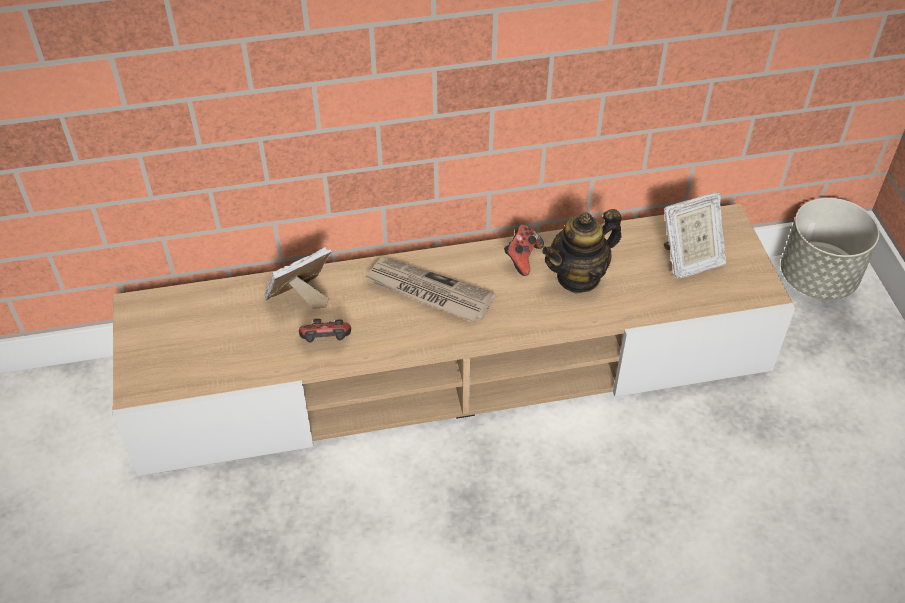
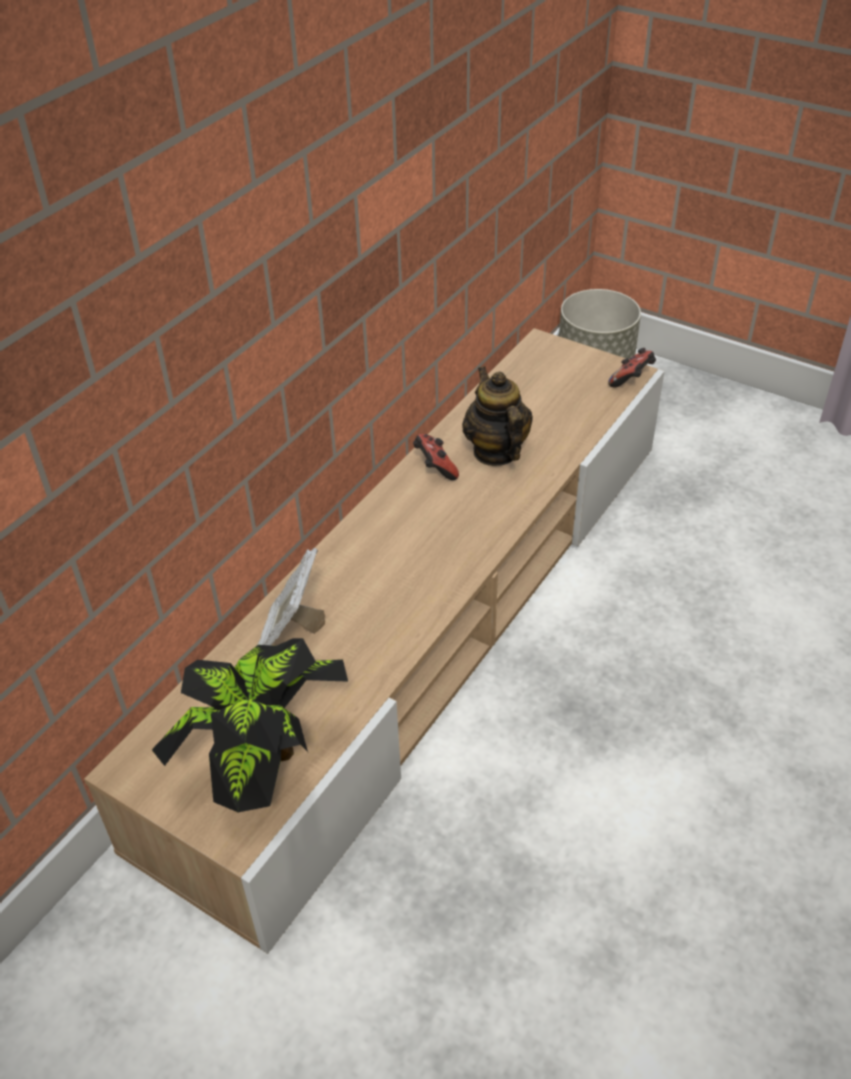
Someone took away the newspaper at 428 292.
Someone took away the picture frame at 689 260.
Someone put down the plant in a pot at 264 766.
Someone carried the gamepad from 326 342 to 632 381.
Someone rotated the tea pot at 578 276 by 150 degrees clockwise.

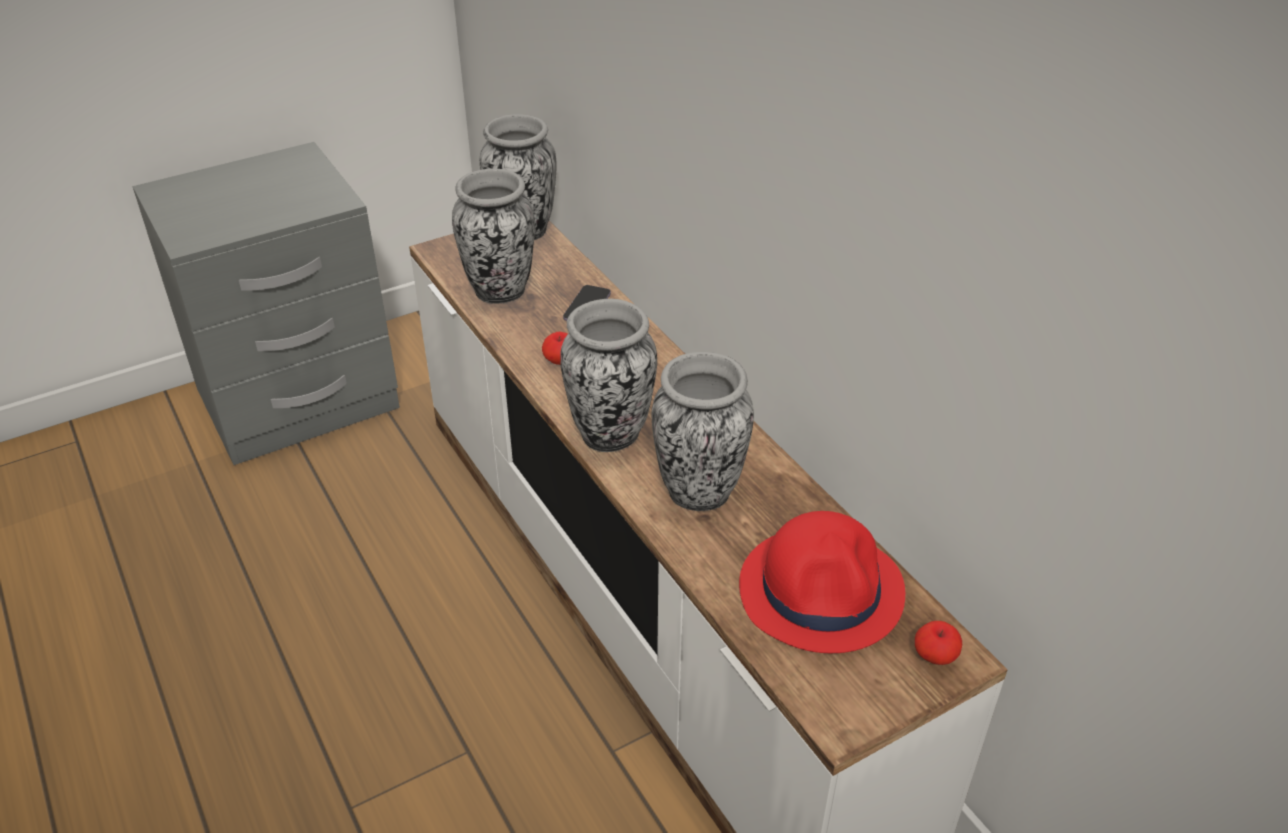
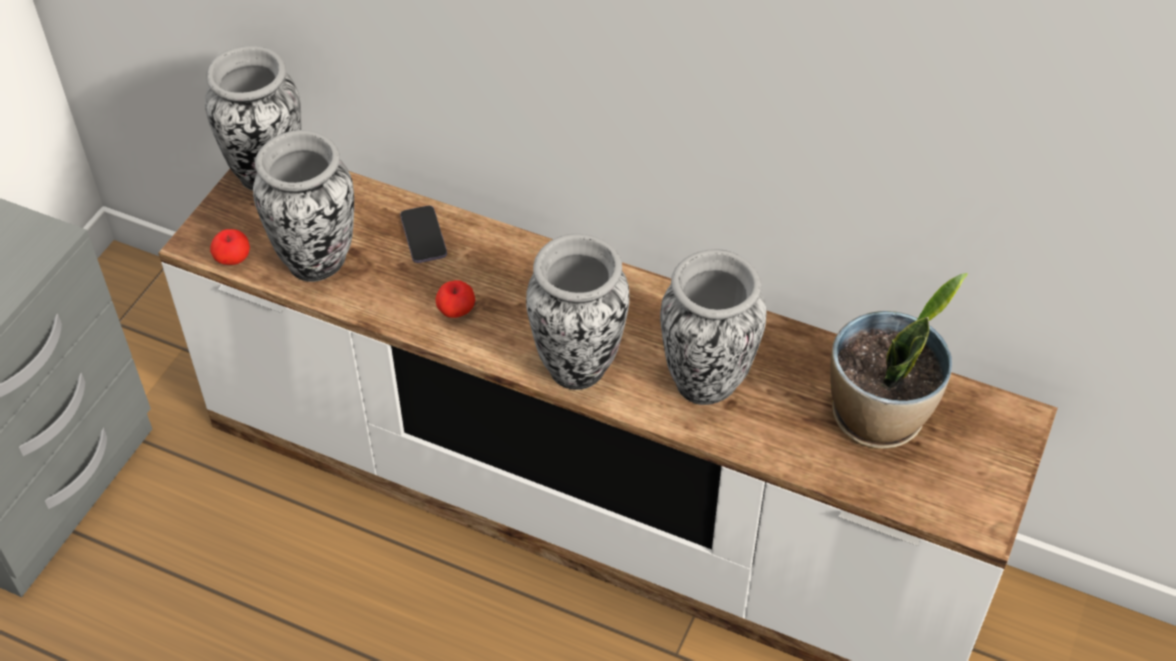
Someone carried the apple from 934 657 to 233 260.
Someone swapped the wearable hat (red) at 822 590 for the plant in a pot at 878 418.

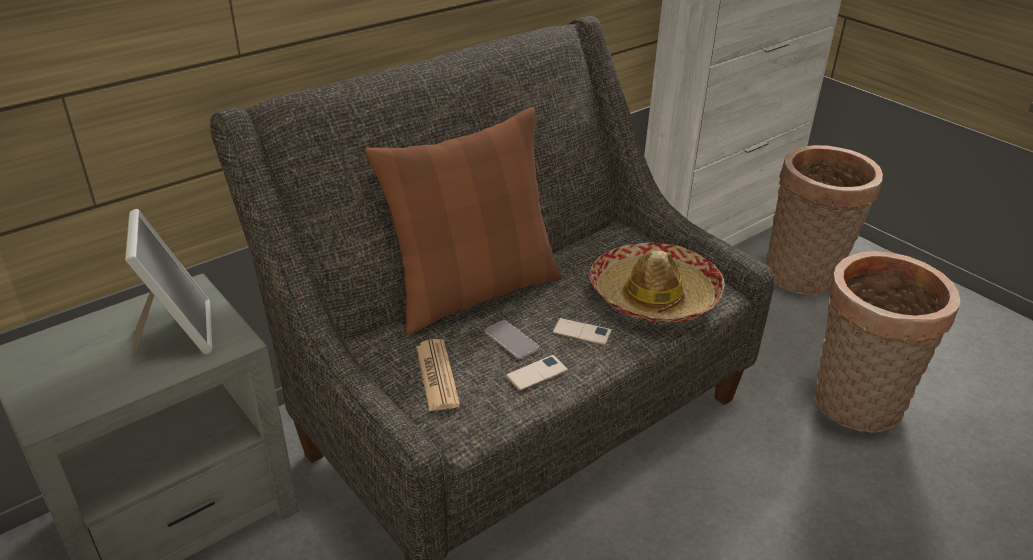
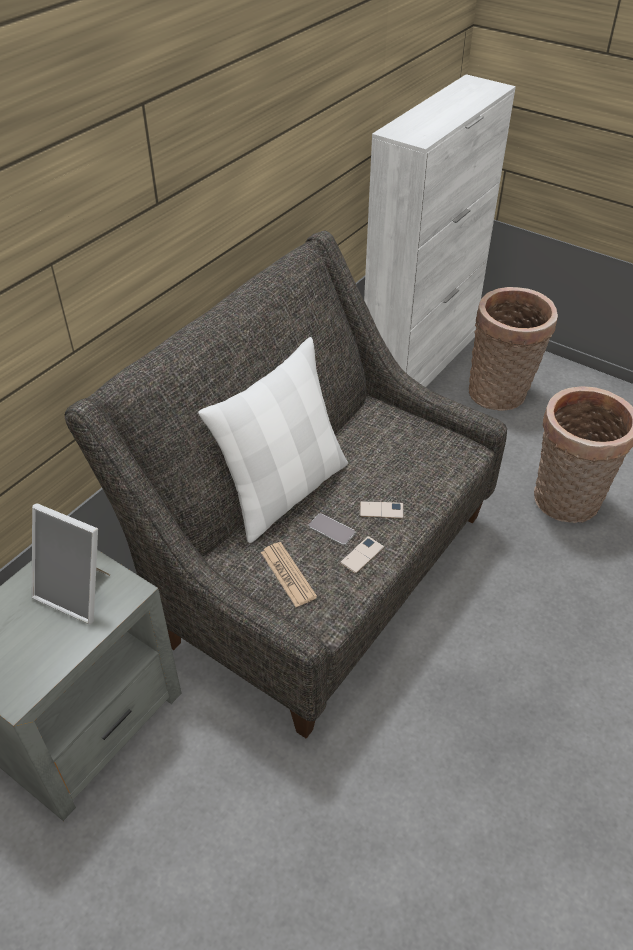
Someone took away the wearable hat at 654 296.
Someone repainted the throw pillow (brown-coloured) at 474 292, which became the throw pillow (white-coloured) at 284 491.
Someone rotated the picture frame at 177 332 by 150 degrees clockwise.

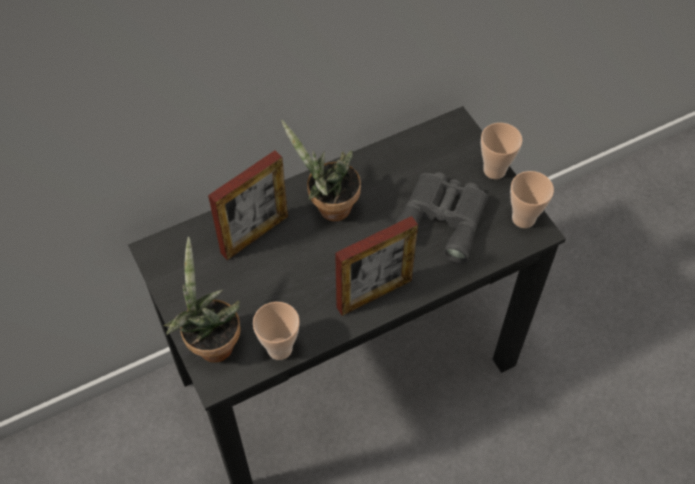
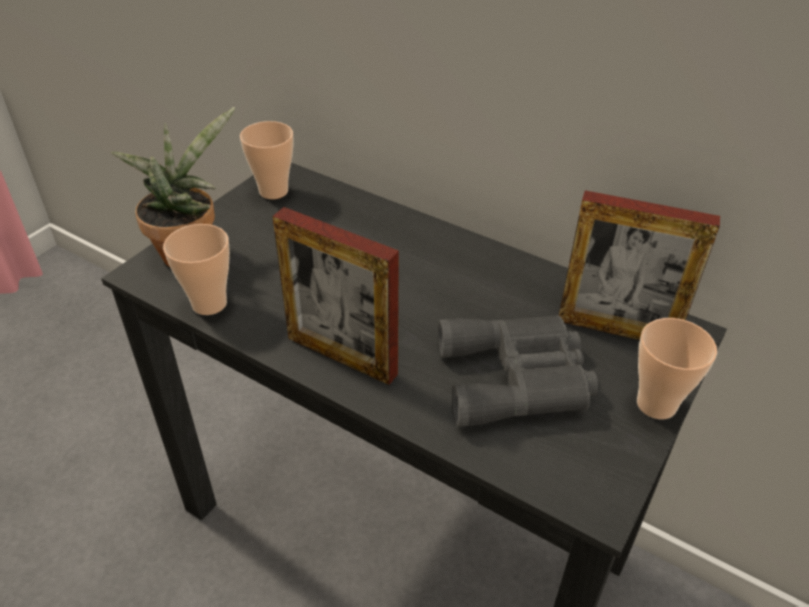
Someone took away the plant in a pot at 329 208.
Someone carried the picture frame from 254 234 to 616 329.
Someone carried the drinking cup from 523 218 to 273 191.

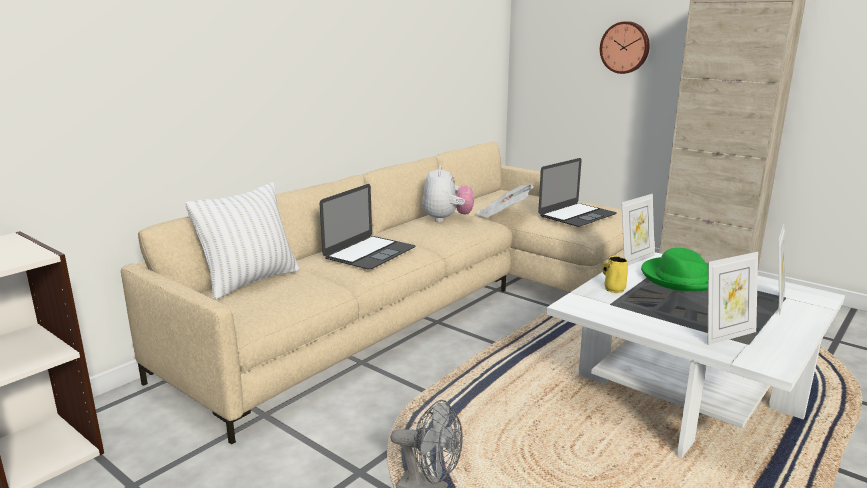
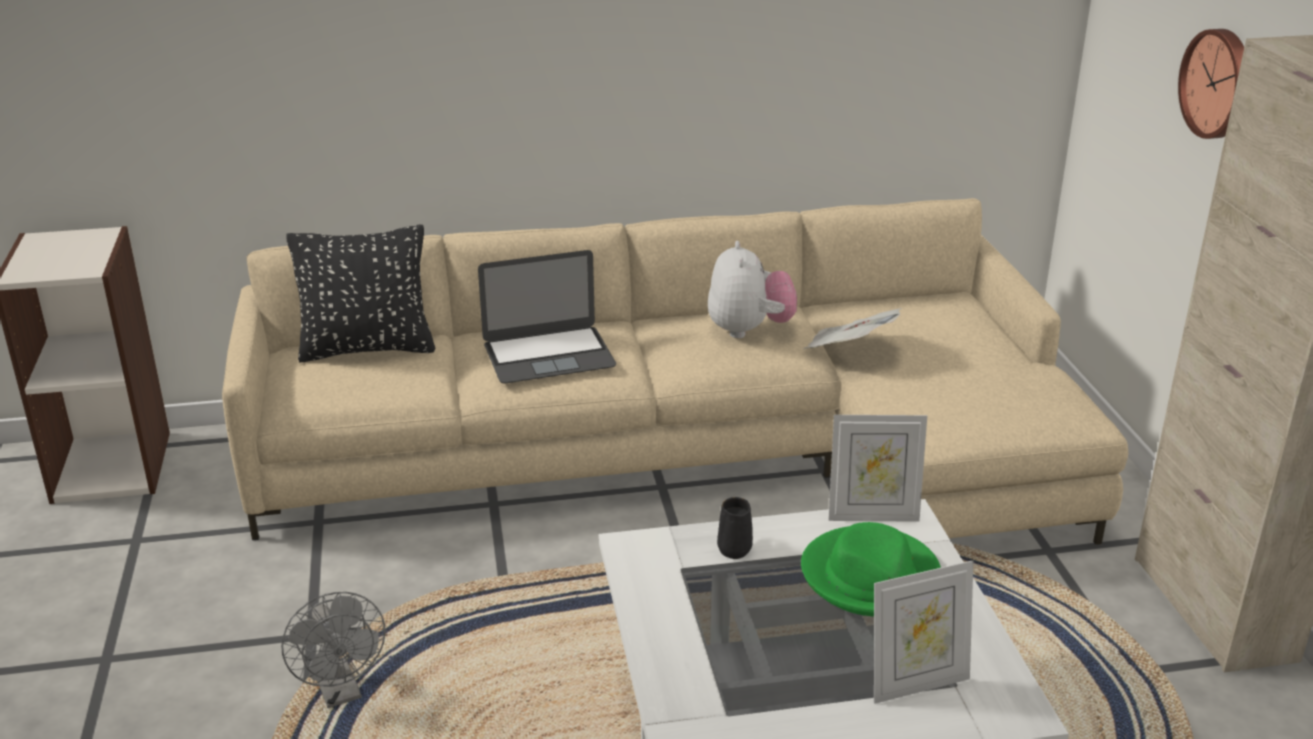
Someone took away the portable computer at 577 215.
Someone took away the picture frame at 726 335.
Someone repainted the throw pillow (white-coloured) at 250 281, which became the throw pillow (blackish) at 368 349.
Someone repainted the tea mug (yellowish) at 613 289, which became the tea mug (blackish) at 734 548.
Someone rotated the cuddly toy at 447 219 by 45 degrees counterclockwise.

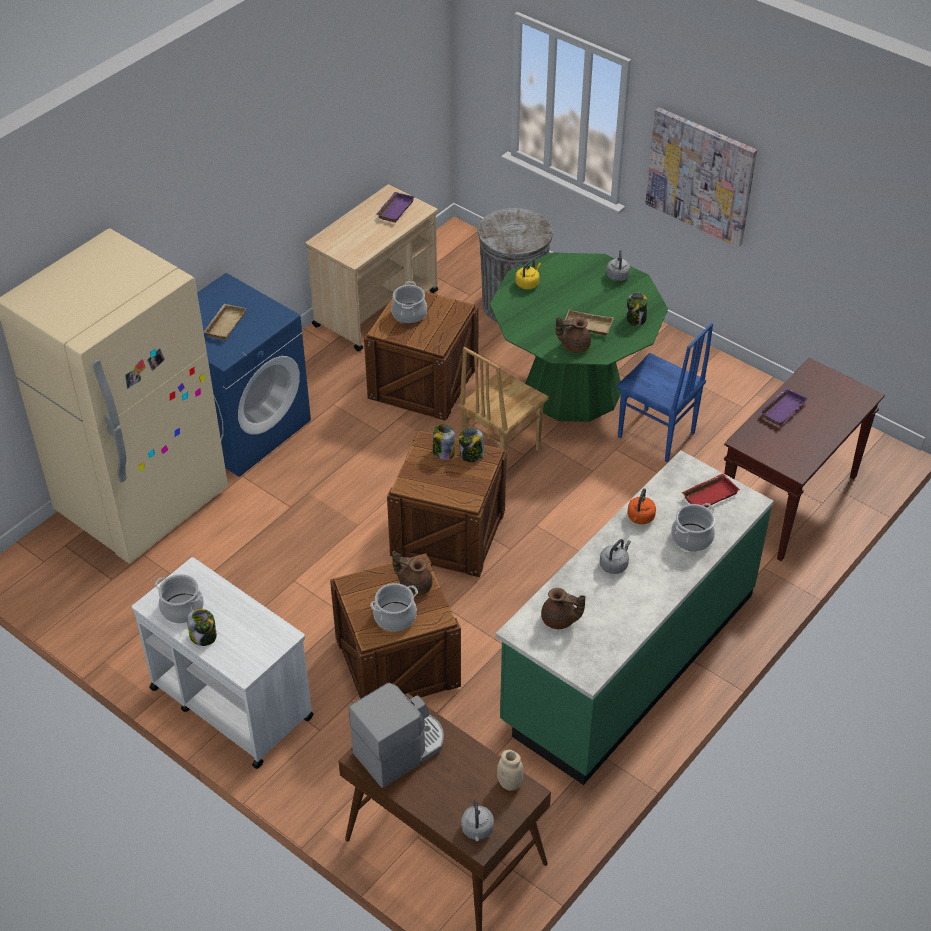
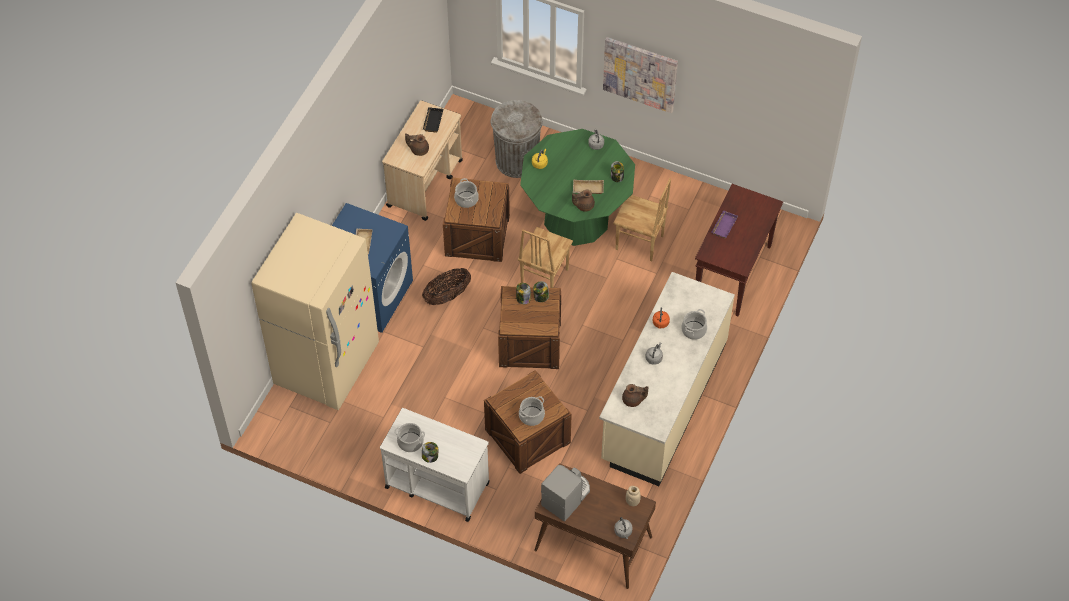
Someone took away the serving tray (red) at 709 494.
Someone put down the storage basket at 447 296.
Someone carried the tea pot (brown-coloured) from 414 585 to 418 149.
Someone repainted the serving tray (purplish) at 394 209, which became the serving tray (blackish) at 432 121.
Someone repainted the counter (green) at 628 658, which became the counter (beige-coloured) at 663 401.
Someone repainted the chair (blue) at 656 436, which became the chair (brown-coloured) at 639 243.

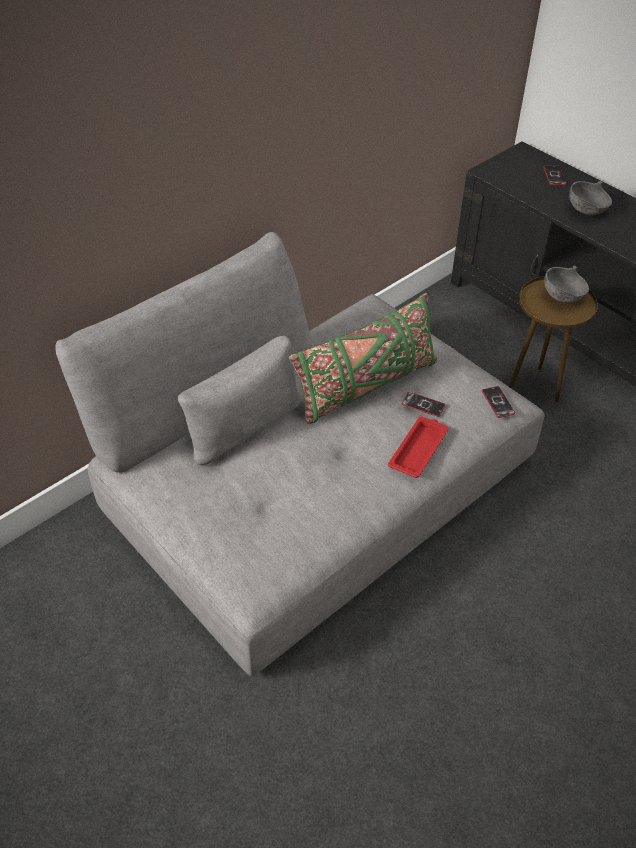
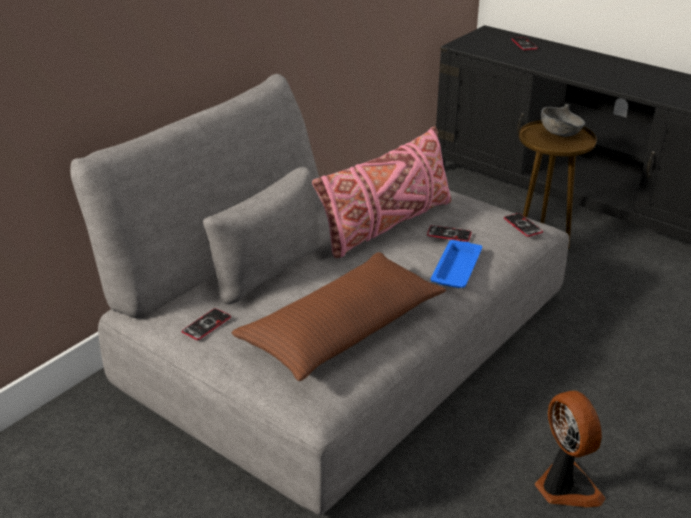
Someone took away the deep dish (grey) at 587 210.
Someone put down the handset at 206 325.
Someone put down the throw pillow (brown-coloured) at 342 330.
Someone put down the fan at 564 487.
Someone repainted the throw pillow (green) at 365 386, which became the throw pillow (pink-coloured) at 386 225.
Someone repainted the serving tray (red) at 419 449, which became the serving tray (blue) at 457 268.

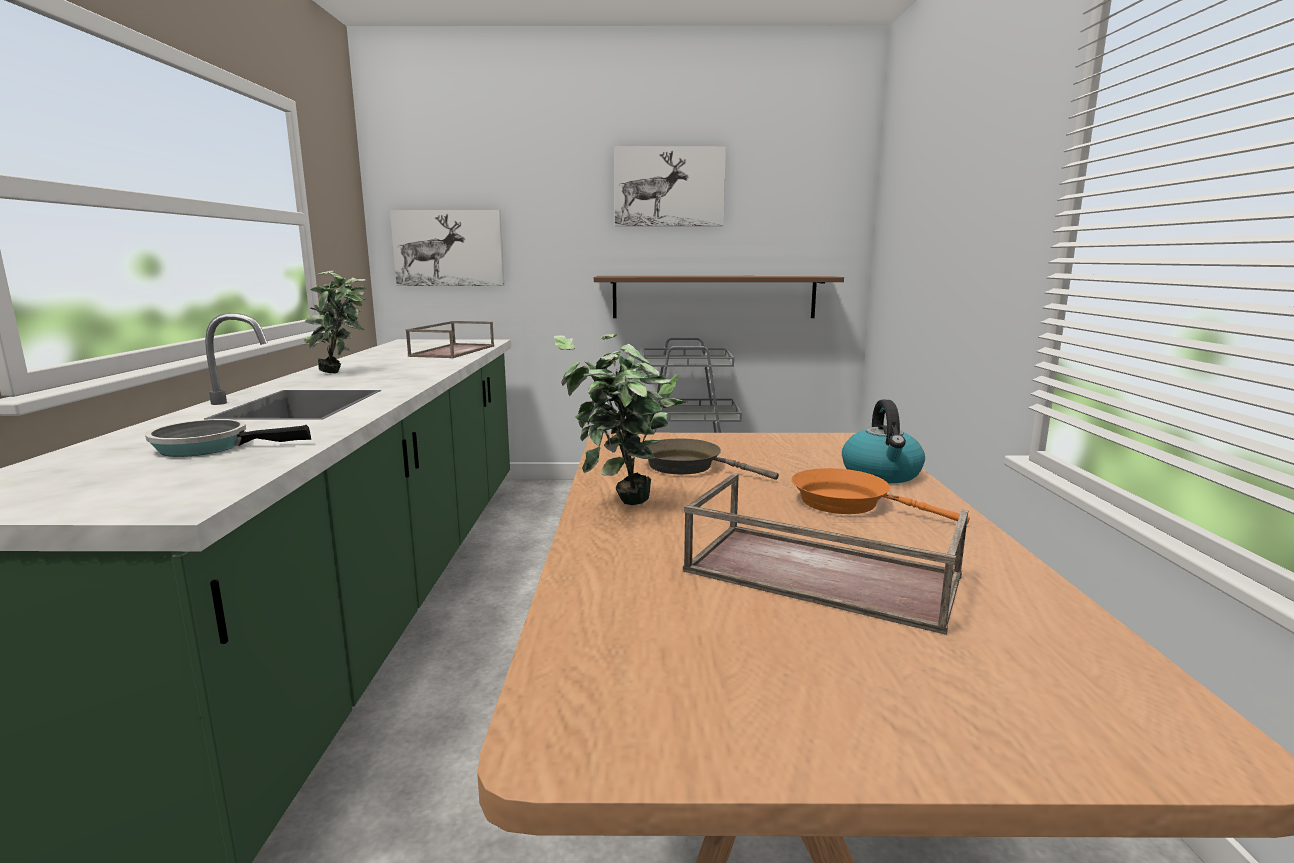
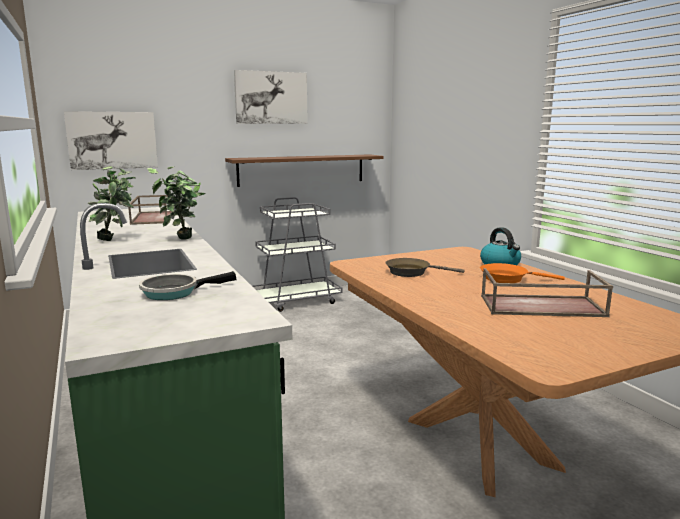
Someone carried the plant in a pot from 621 507 to 181 240.

